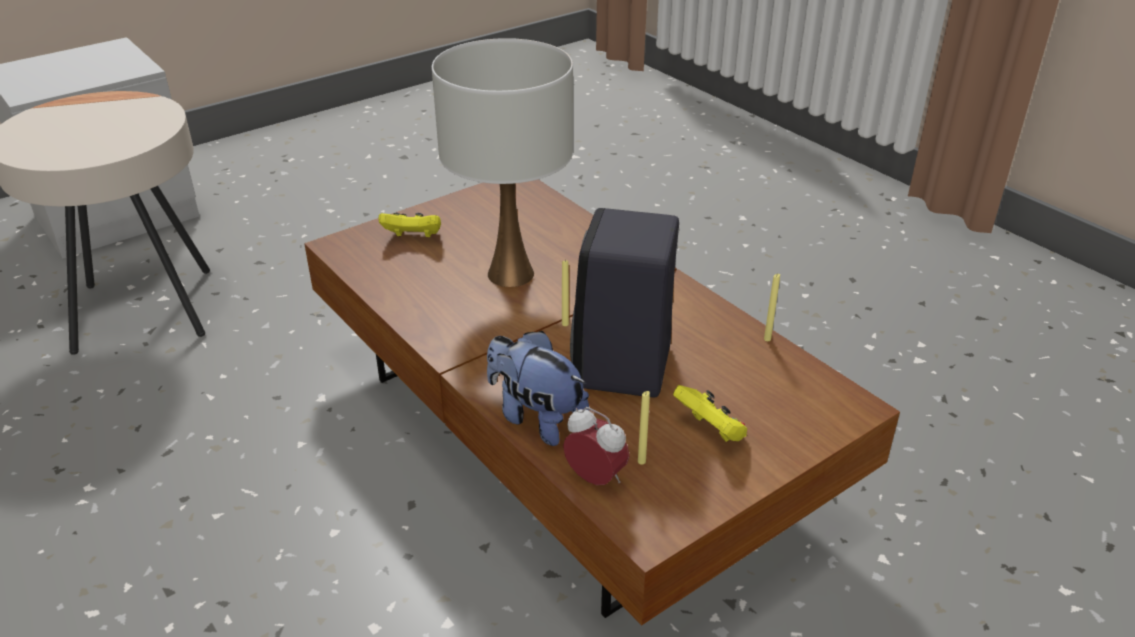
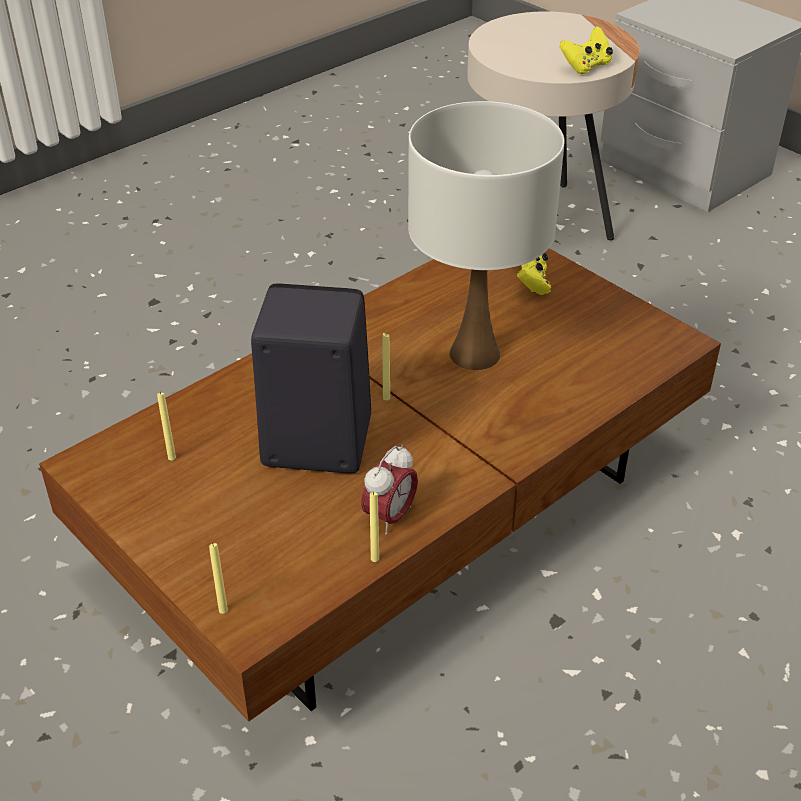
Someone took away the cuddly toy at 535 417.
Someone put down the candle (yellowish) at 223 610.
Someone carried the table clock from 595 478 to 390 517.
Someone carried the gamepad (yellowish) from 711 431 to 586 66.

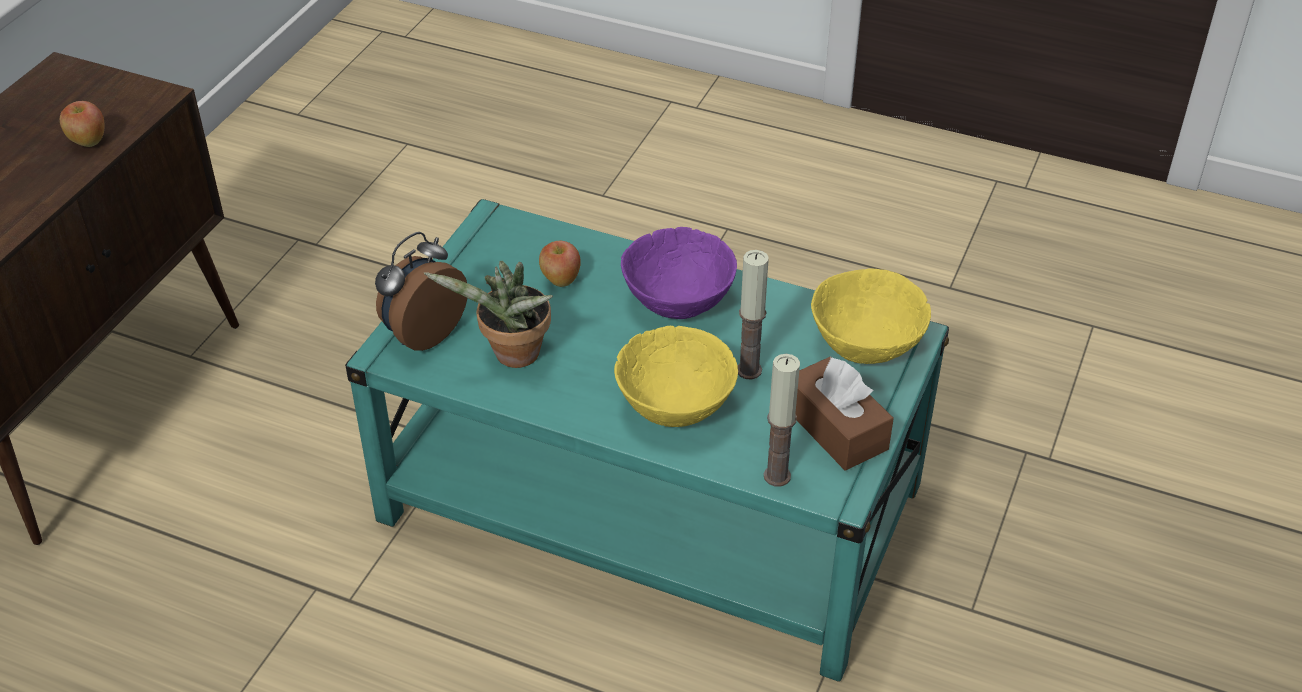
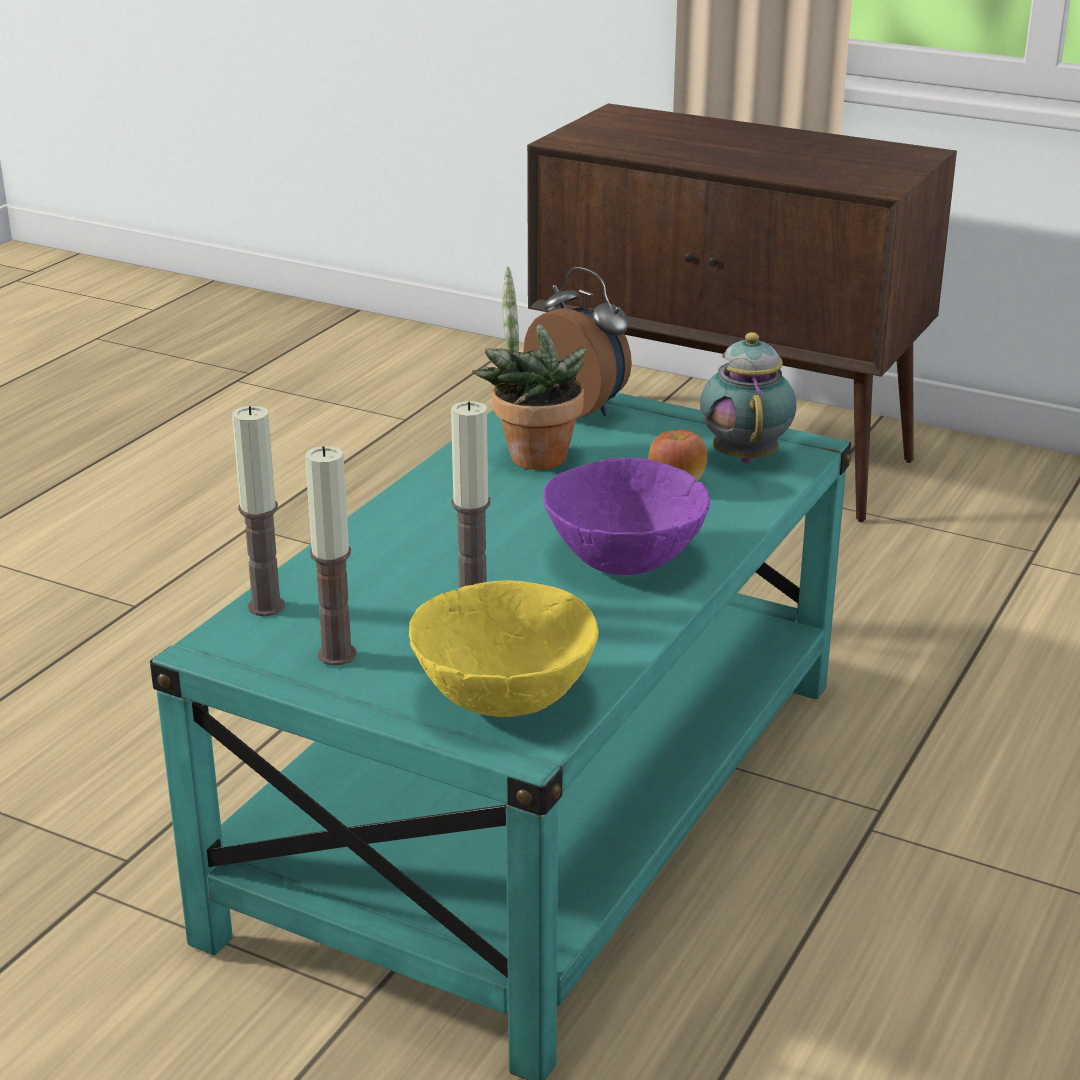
Someone took away the apple at 88 141.
Someone took away the deep dish (yellowish) at 676 406.
Someone put down the tea pot at 745 456.
Someone swapped the tissue box (brown-coloured) at 835 428 for the candle at 336 655.

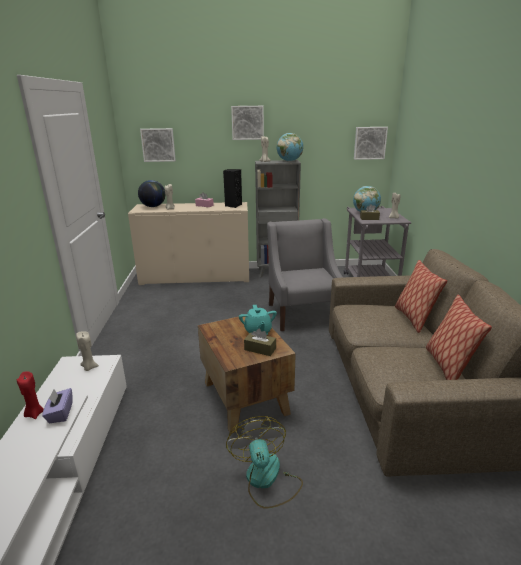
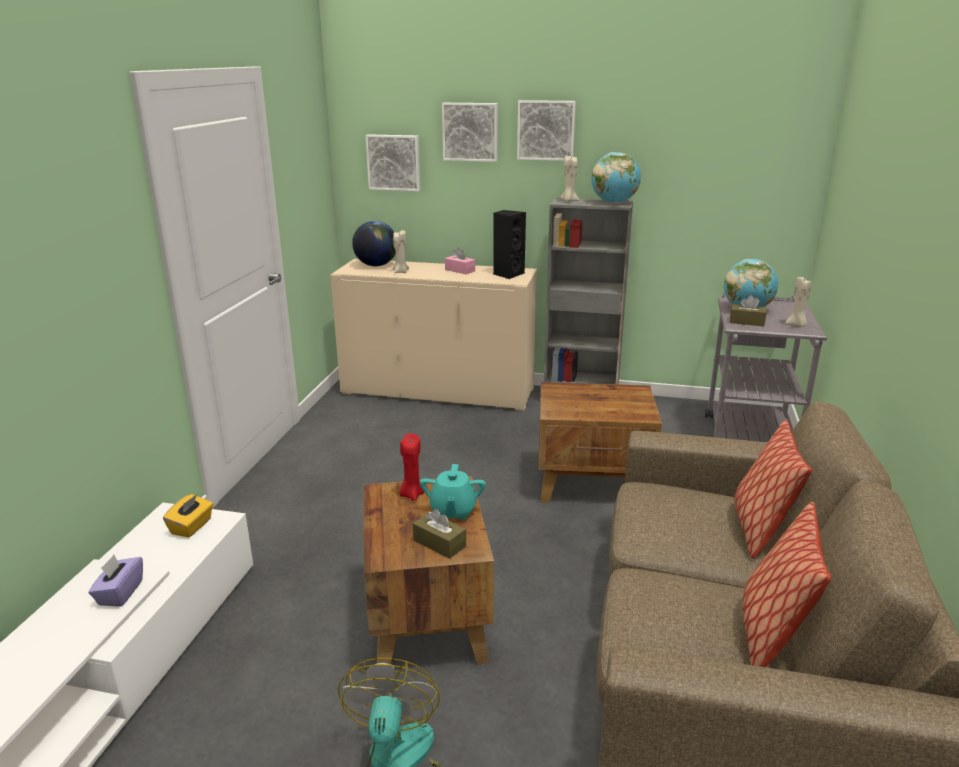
Someone carried the candle (red) from 34 413 to 411 494.
Someone carried the picture from 369 143 to 470 132.
Someone swapped the candle (beige-coloured) at 89 367 for the tissue box (yellowish) at 192 527.
Someone swapped the lounge chair (grey) at 303 313 for the accent table (brown-coloured) at 593 483.

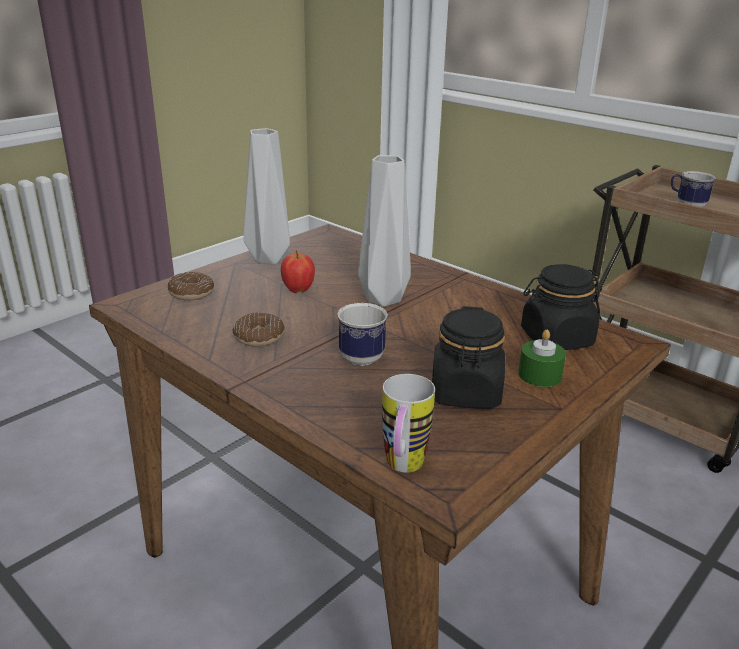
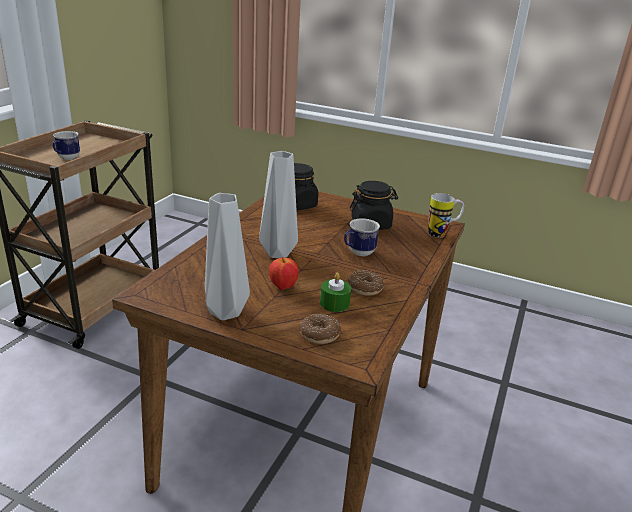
Someone carried the candle (green) from 539 375 to 334 303.

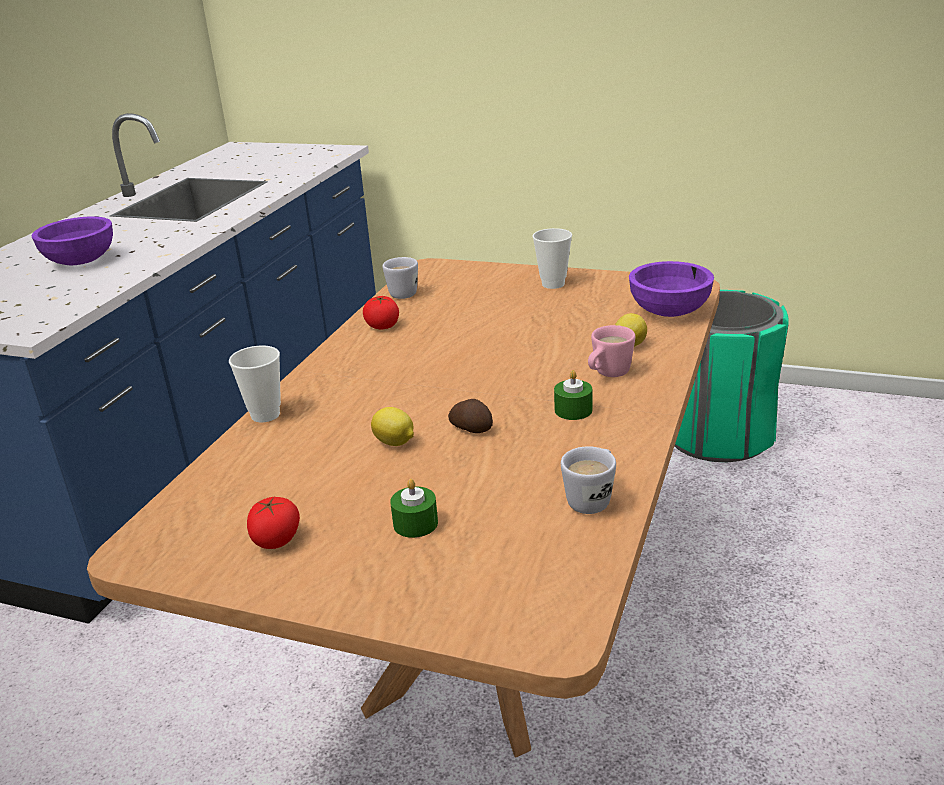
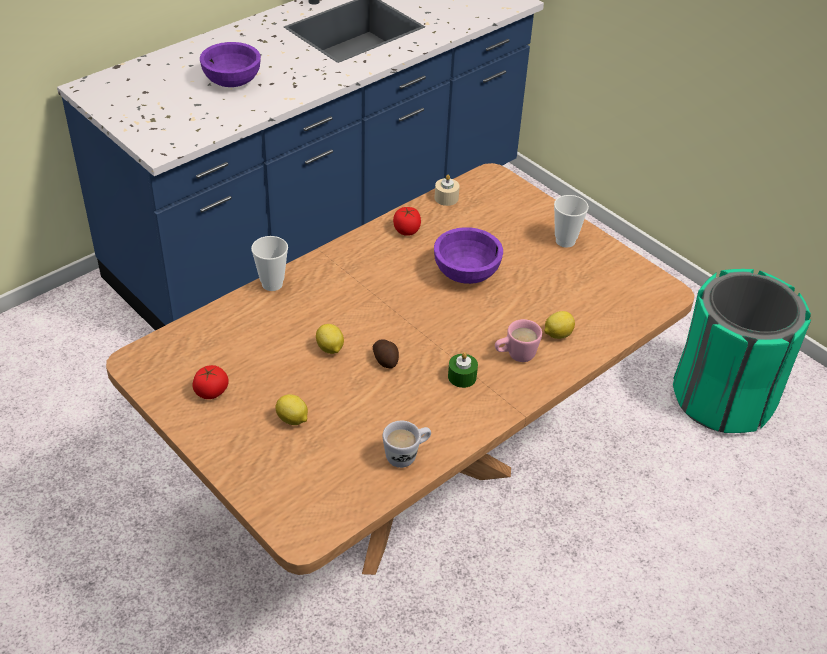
Someone carried the deep dish (purplish) from 669 311 to 466 273.
Someone swapped the tea mug (white-coloured) at 399 293 for the candle (beige-coloured) at 446 198.
Someone swapped the candle (green) at 415 523 for the whole lemon at 293 420.

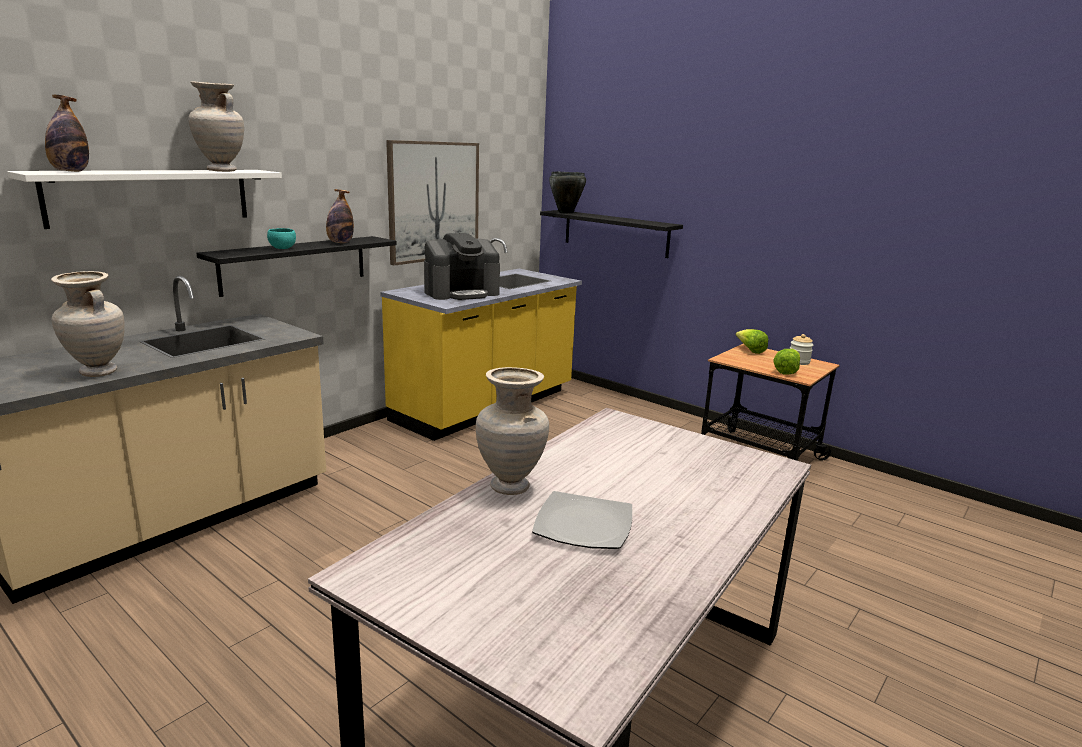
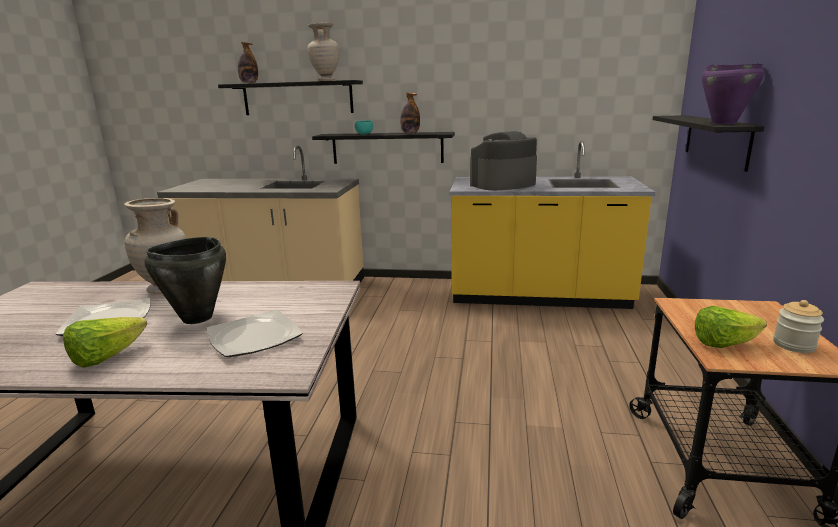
Someone took away the decorative vase (beige-coloured) at 97 372.
Someone took away the picture at 434 201.
Someone put down the dinner plate at 255 337.
Someone put down the stockpot (purplish) at 724 123.
Someone carried the stockpot (blackish) from 565 212 to 196 318.
Someone carried the lettuce from 750 350 to 107 357.
Someone repainted the shelf (white-coloured) at 151 196, which became the shelf (blackish) at 297 98.
Someone rotated the coffee machine at 462 293 by 120 degrees clockwise.

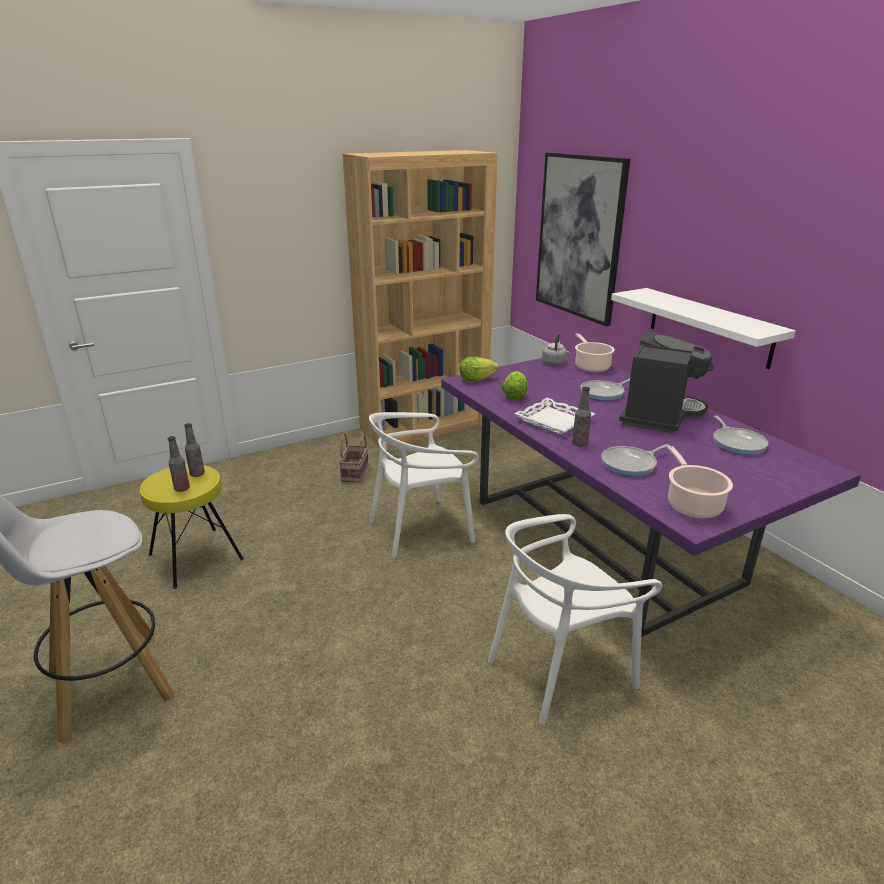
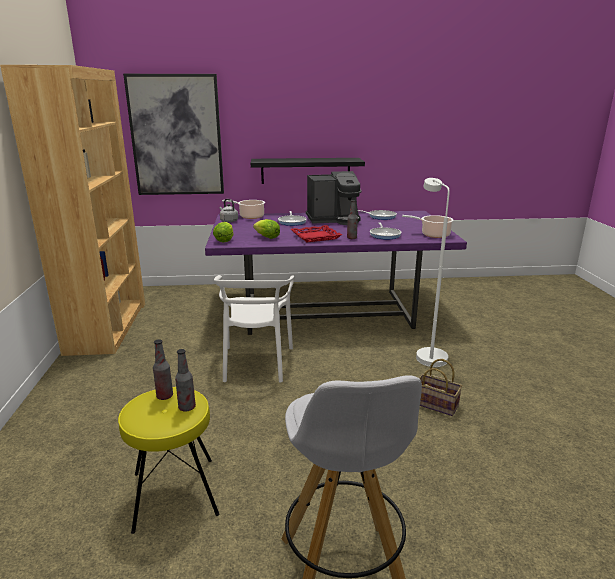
Someone carried the storage basket from 355 473 to 437 404.
Someone swapped the chair (white-coloured) at 560 669 for the standard lamp (white-coloured) at 427 354.
Someone repainted the serving tray (white-coloured) at 554 420, which became the serving tray (red) at 315 237.
Someone repainted the shelf (white-coloured) at 709 326, which became the shelf (blackish) at 305 170.
Someone rotated the coffee machine at 658 414 by 120 degrees clockwise.

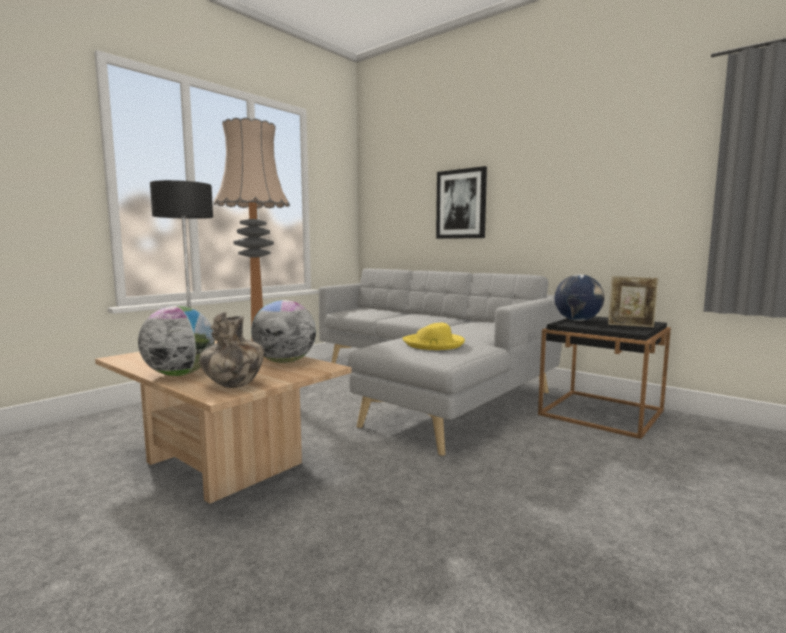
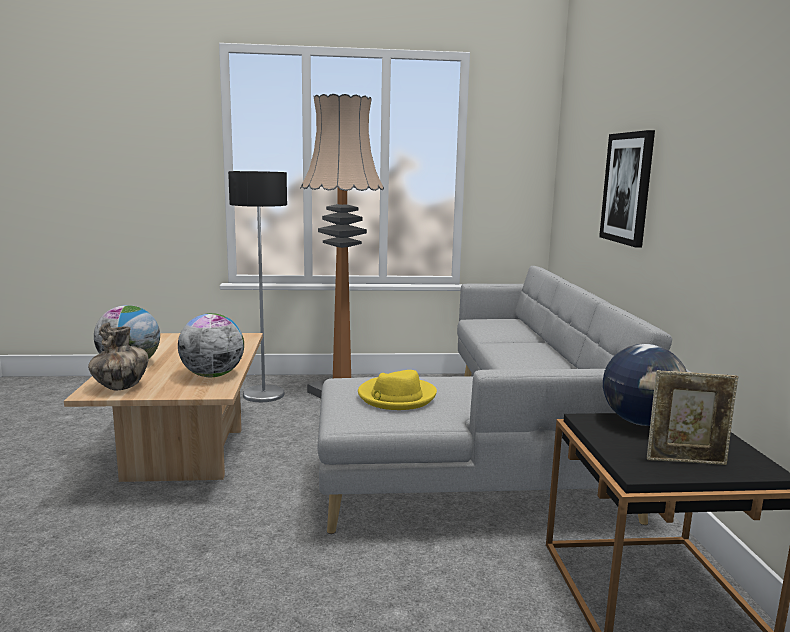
Someone rotated the picture frame at 630 326 by 60 degrees counterclockwise.

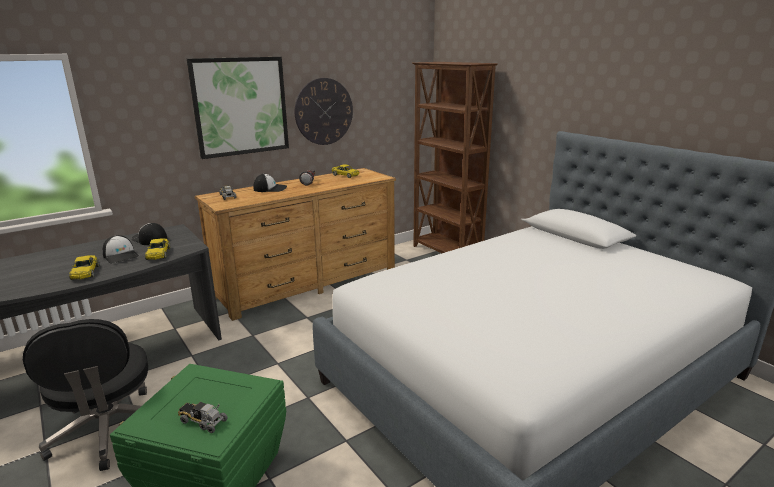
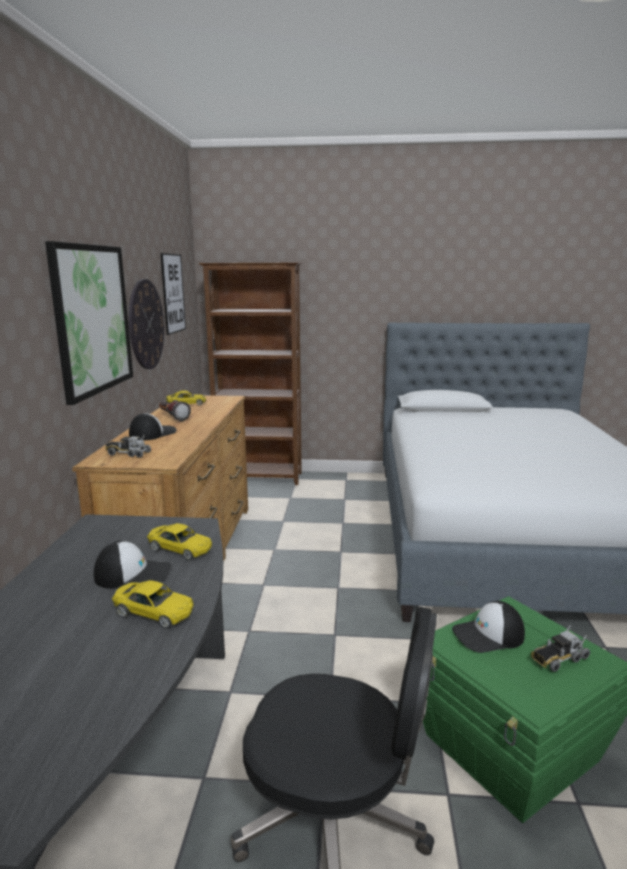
Someone put up the picture at 173 293.
Someone carried the cap from 149 239 to 488 635.

